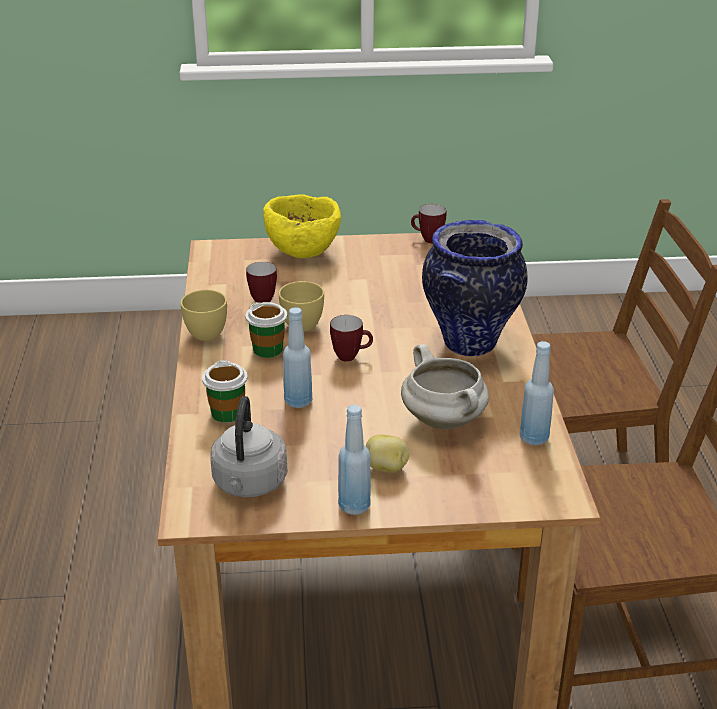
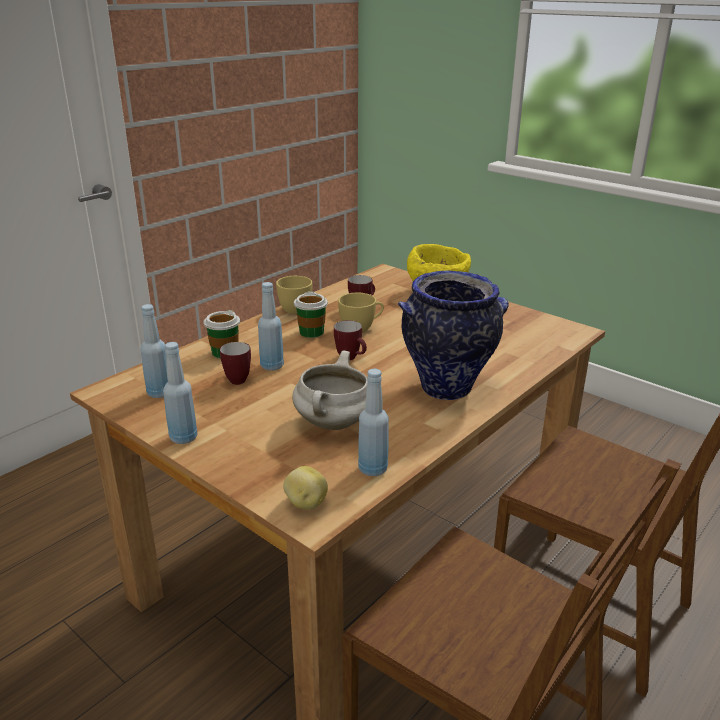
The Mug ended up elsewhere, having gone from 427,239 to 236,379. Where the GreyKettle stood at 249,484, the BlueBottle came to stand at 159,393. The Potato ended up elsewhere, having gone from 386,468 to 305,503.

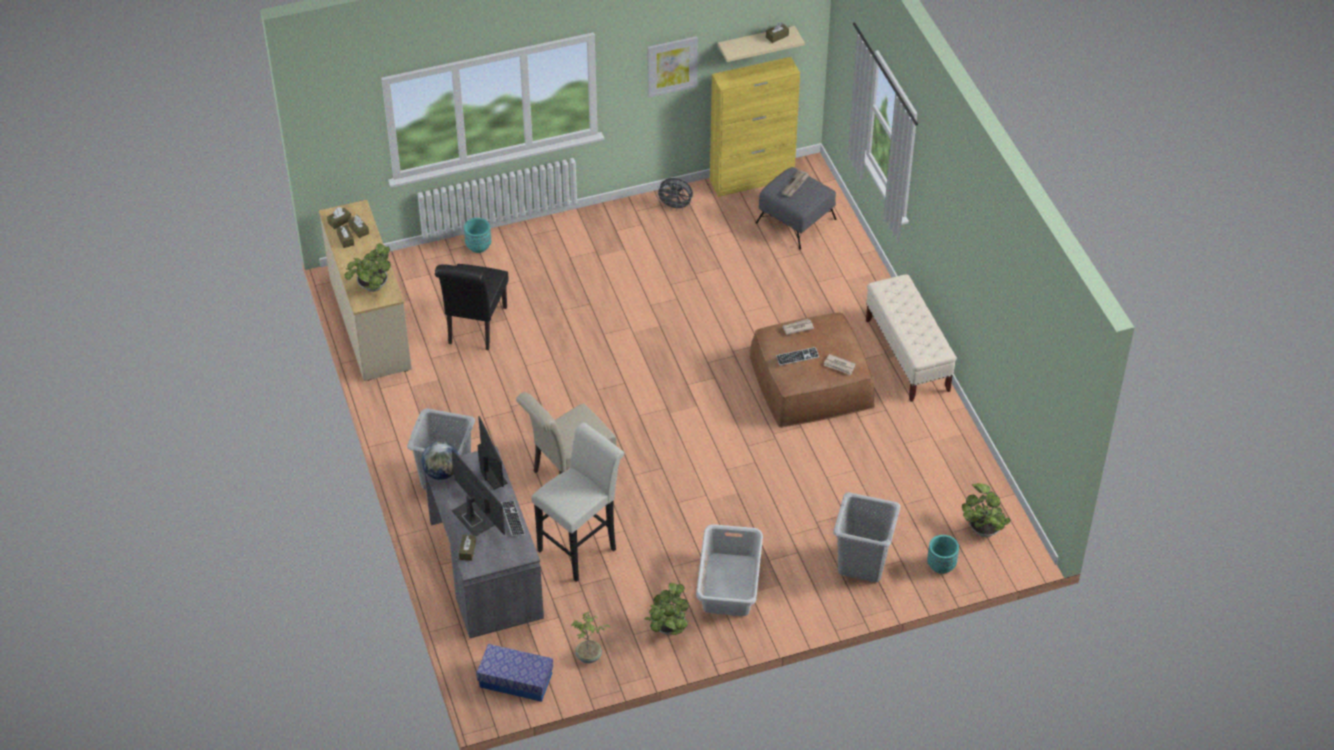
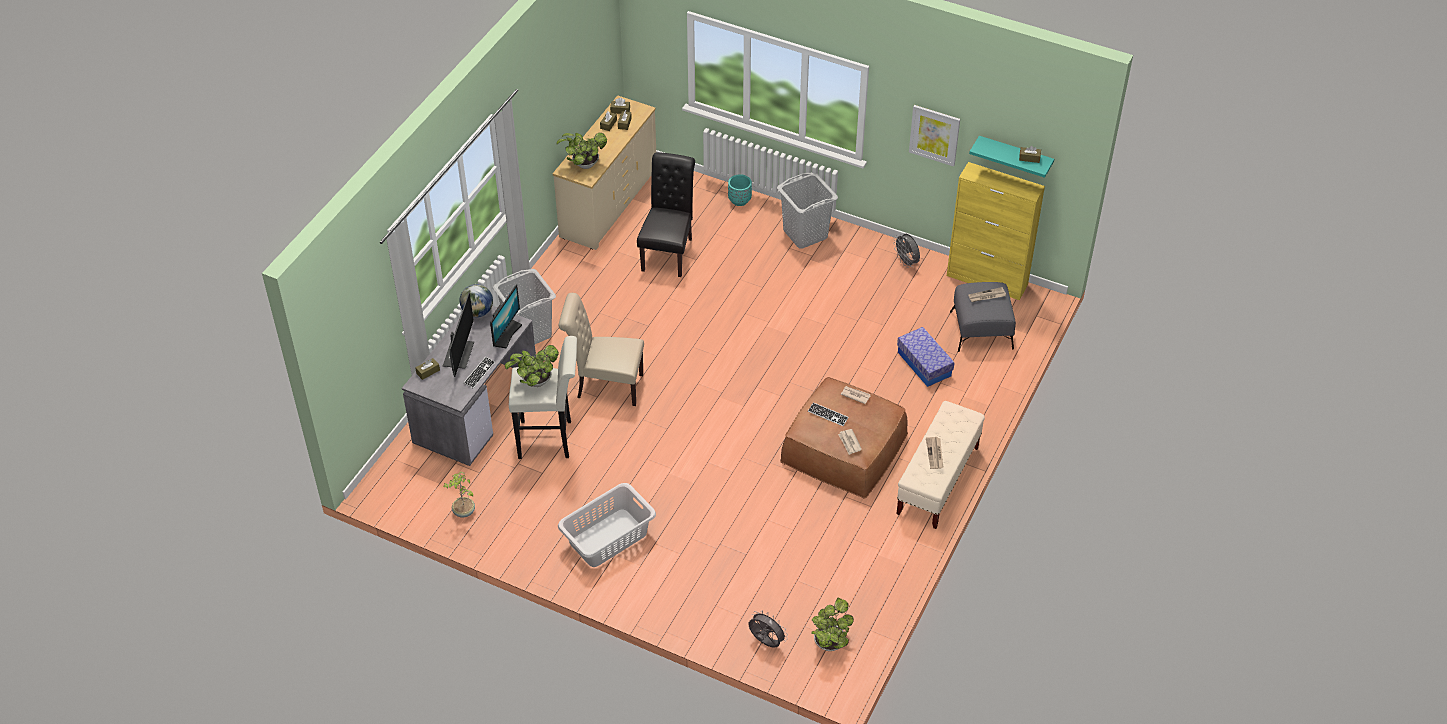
What was the BeigeShelf at 756,44 turned into the TurquoiseShelf at 1015,157. The BlackChair at 475,328 ended up facing another way, 135 degrees clockwise from before. The GreyLaundryBasket ended up elsewhere, having gone from 862,563 to 805,234. Where the TurquoisePlanter stood at 941,565, the GreyFan came to stand at 765,642. The PottedPlant ended up elsewhere, having gone from 667,629 to 535,382. The StorageBox ended up elsewhere, having gone from 515,680 to 924,364. The second view gained the Newspaper at 935,454.

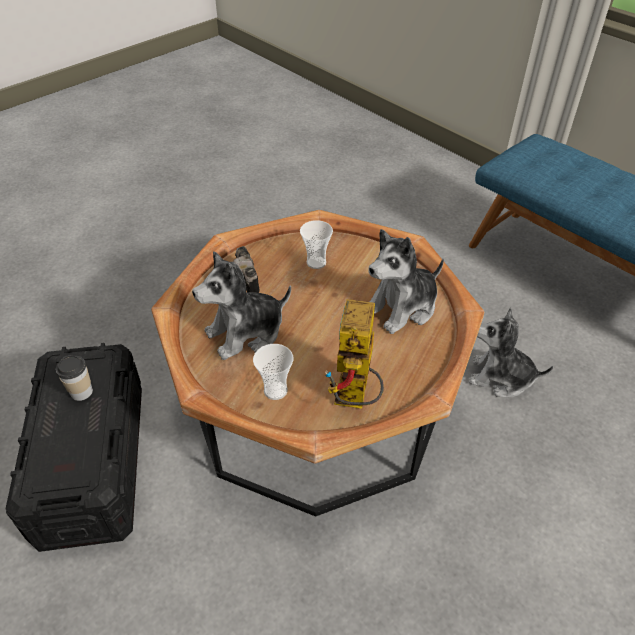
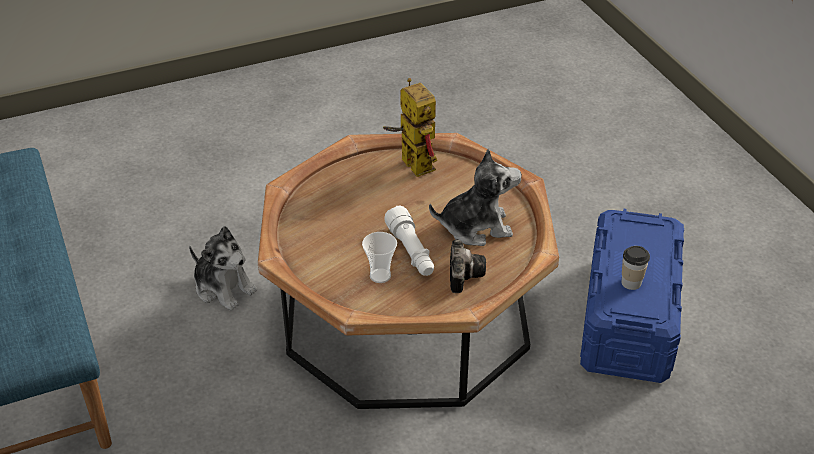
The second view lost the PlushToy at 402,307. The ToyRobot at 354,400 ended up facing another way, 60 degrees counterclockwise from before. What was the BlackStorageBox at 92,462 turned into the BlueStorageBox at 629,317. The second view lost the Cup at 275,390. The second view gained the WhiteFlashlight at 411,252.

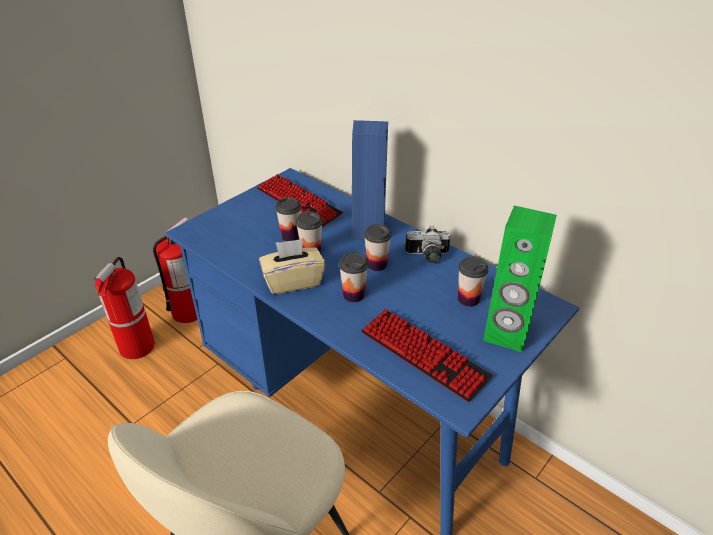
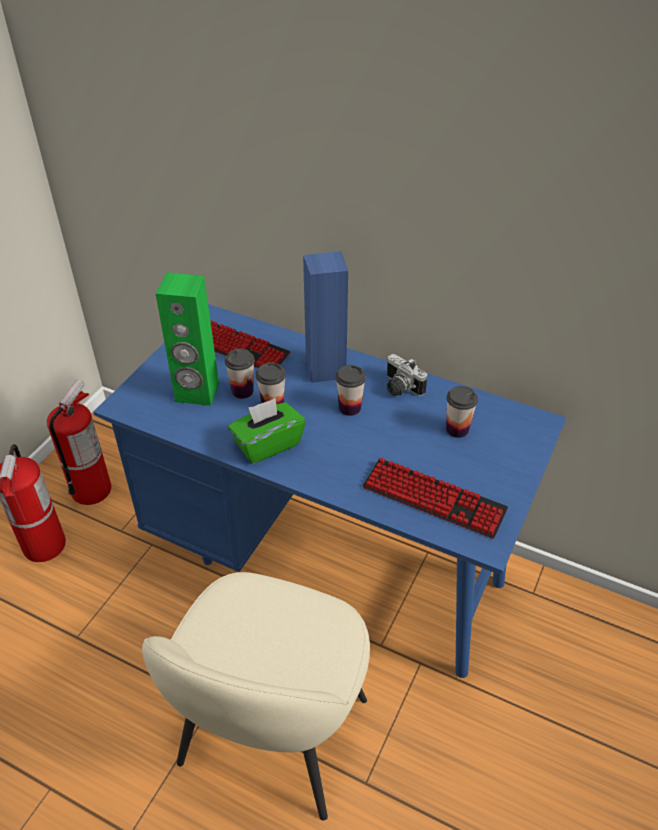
The GreenSpeaker ended up elsewhere, having gone from 506,335 to 197,393. The PhotoCamera at 427,256 ended up facing another way, 60 degrees clockwise from before. What was the BeigeTissueBox at 293,281 turned into the GreenTissueBox at 267,444. The second view lost the Cup at 353,295.

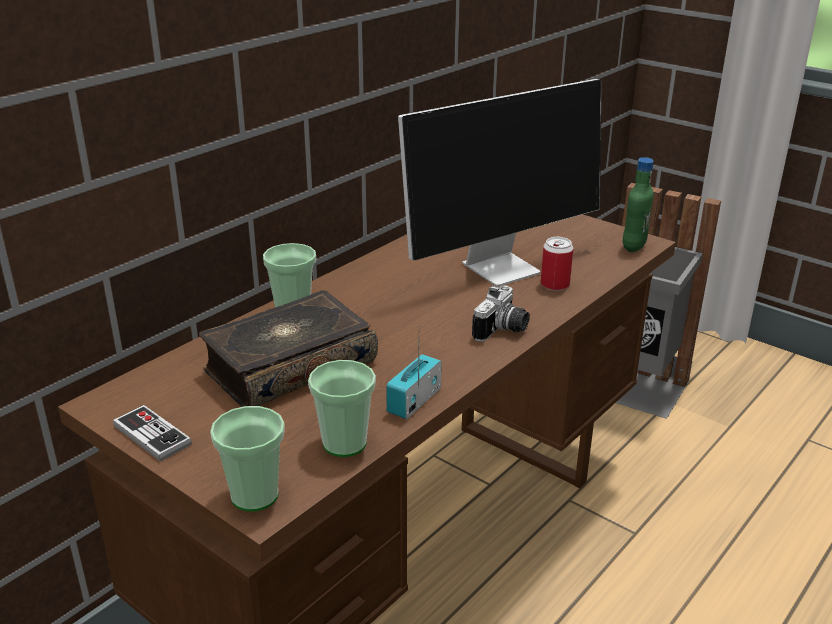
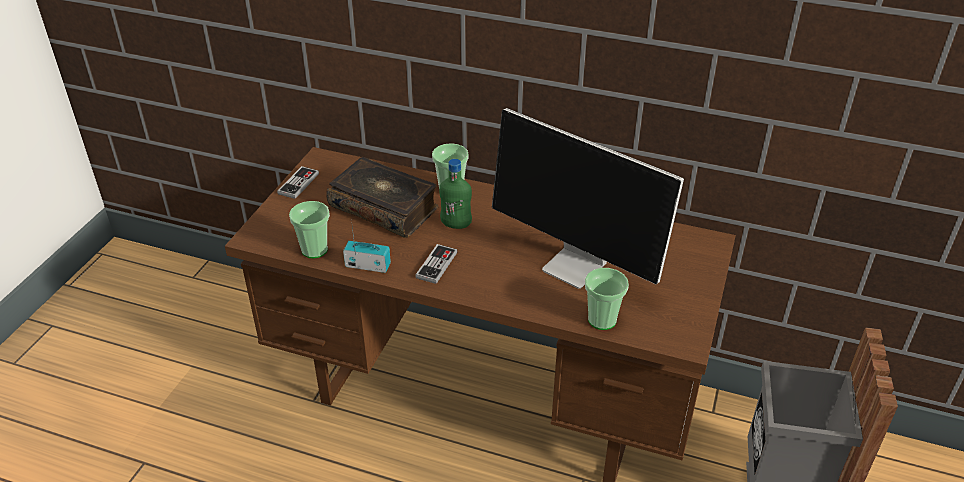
The GreenBottle ended up elsewhere, having gone from 633,247 to 456,225. The second view lost the Can at 555,285. The second view lost the PhotoCamera at 503,330. The Cup ended up elsewhere, having gone from 254,495 to 602,320. The second view gained the GameController at 436,265.

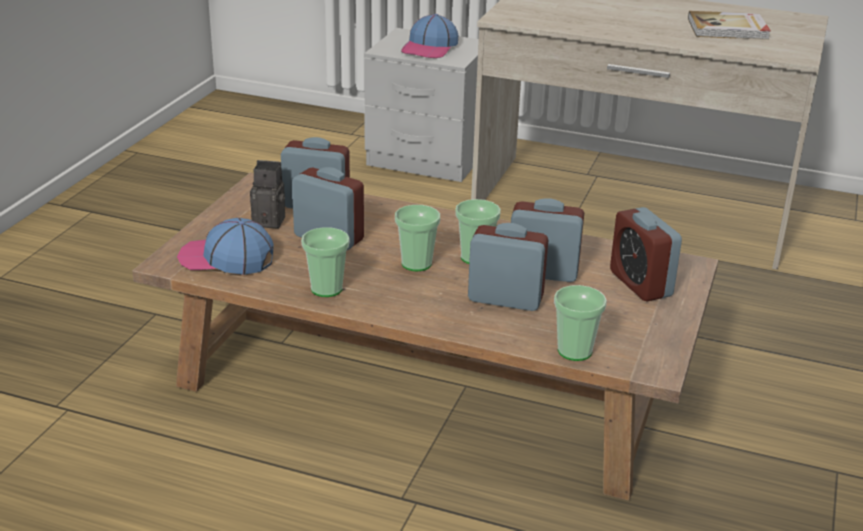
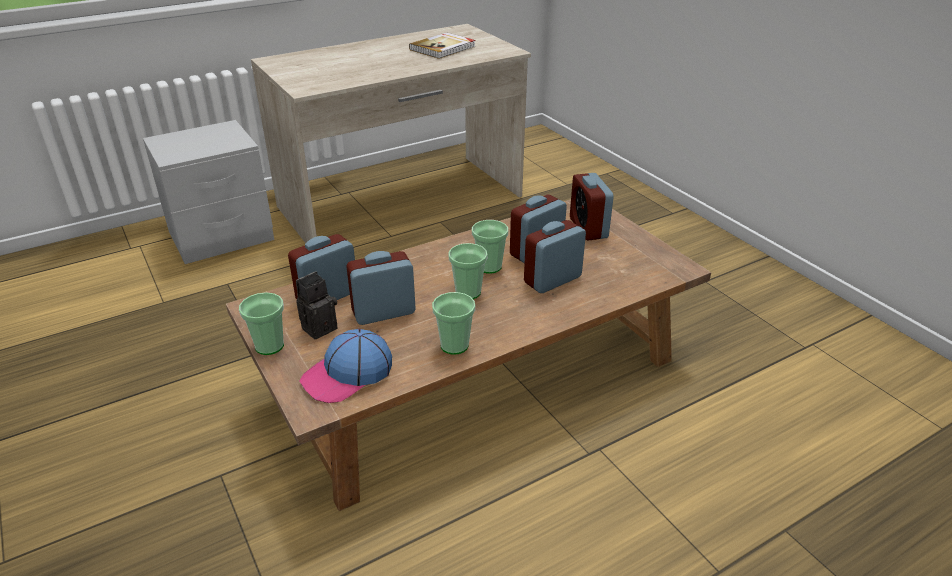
The second view lost the Cap at 430,48. The AlarmClock at 640,284 ended up facing another way, 60 degrees clockwise from before. The Cup ended up elsewhere, having gone from 574,351 to 269,346.

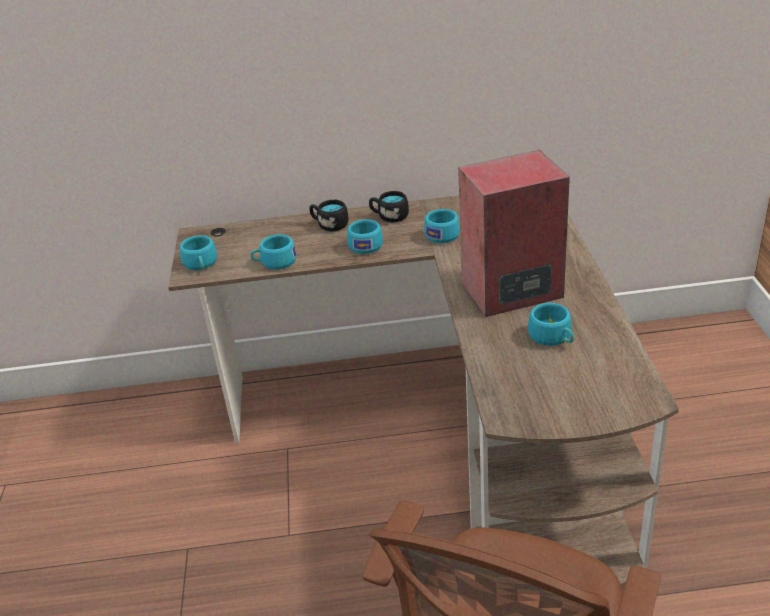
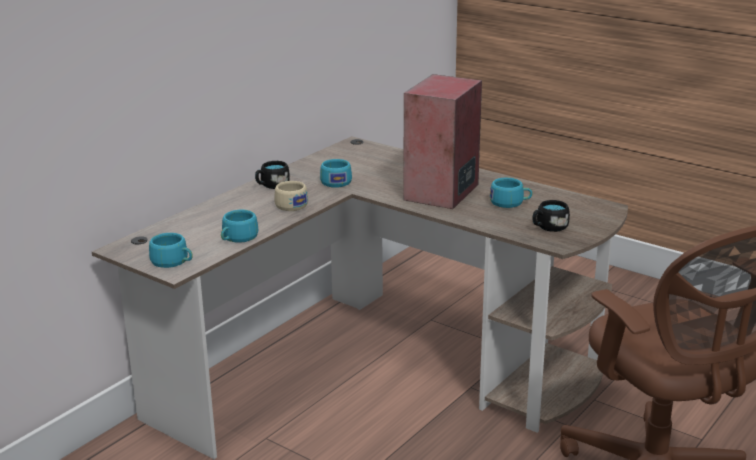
The BlackMug ended up elsewhere, having gone from 329,225 to 548,227. What was the TurquoiseCup at 366,244 turned into the BeigeCup at 289,205.

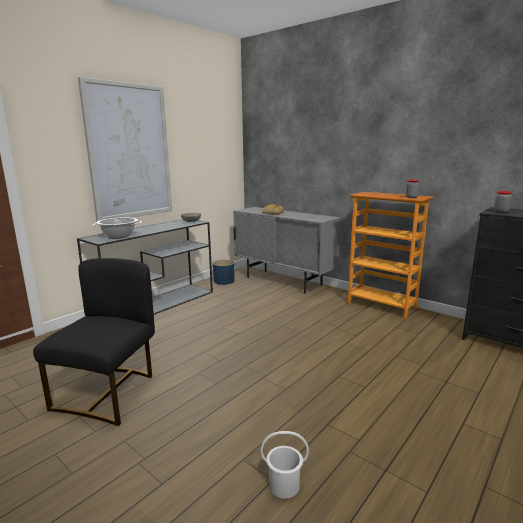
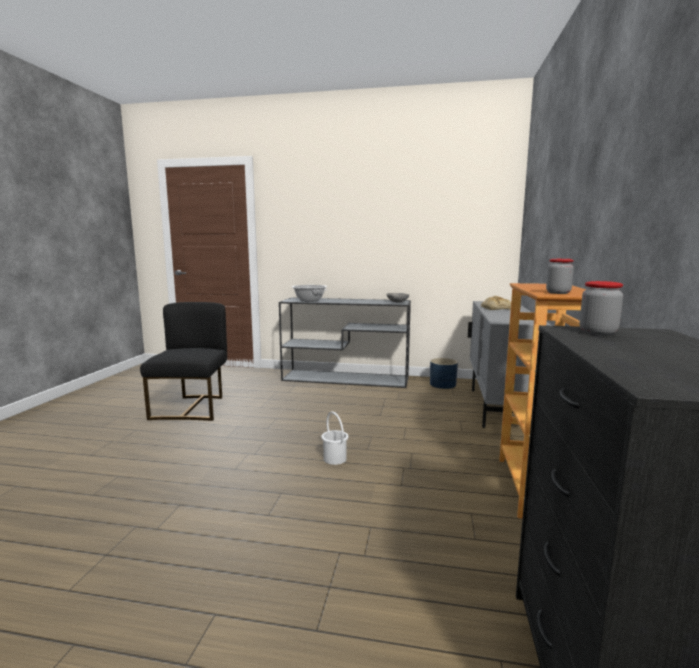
The second view lost the Picture at 129,152. The BlackChair at 109,393 ended up facing another way, 75 degrees counterclockwise from before. The WhiteBucket ended up elsewhere, having gone from 284,485 to 335,458.

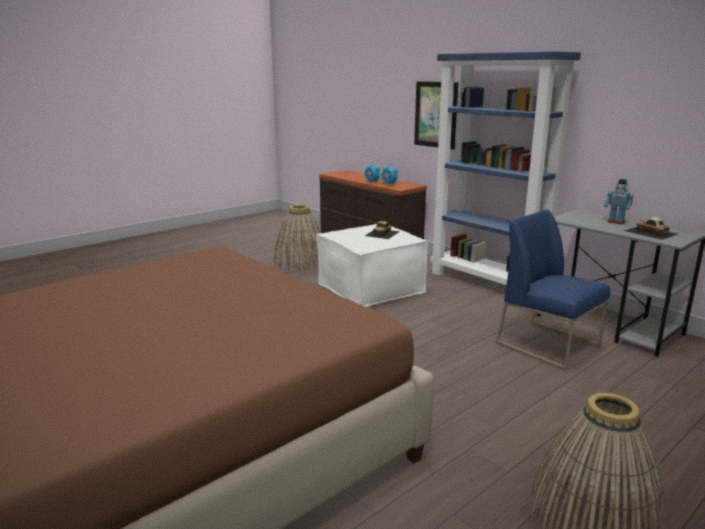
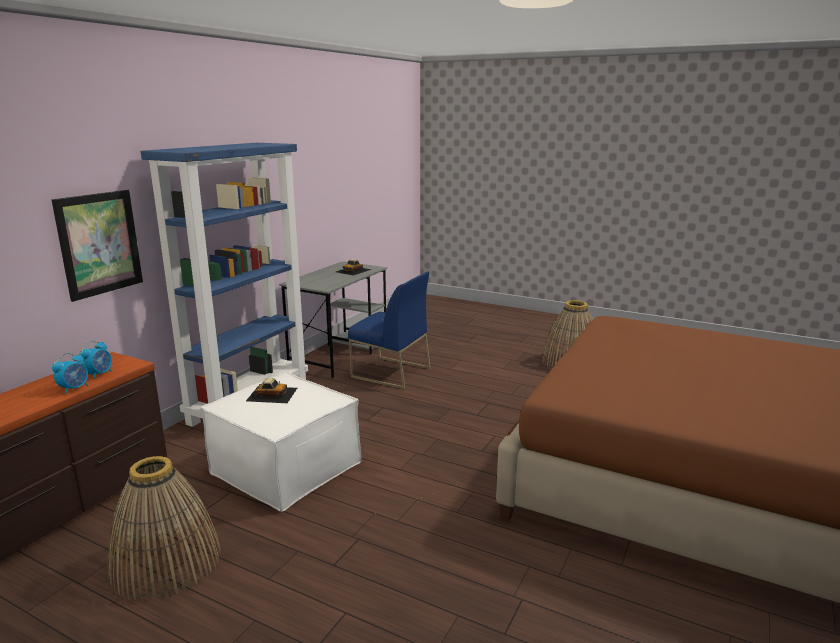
The second view lost the ToyRobot at 615,222. The BlueChair at 548,345 ended up facing another way, 90 degrees counterclockwise from before.

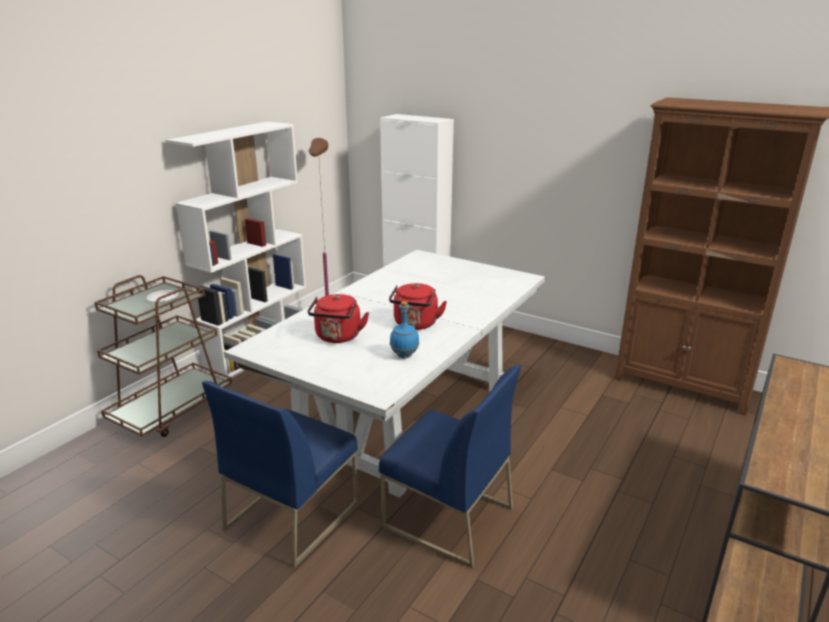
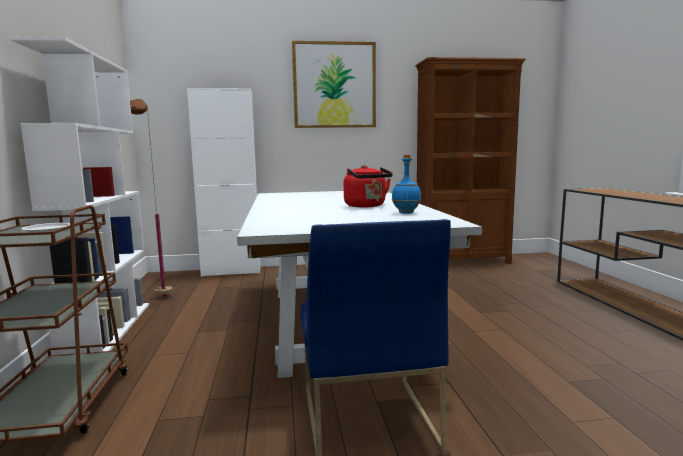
The second view lost the RedKettle at 337,337. The second view lost the BlueChair at 447,517. The second view gained the Picture at 334,85.

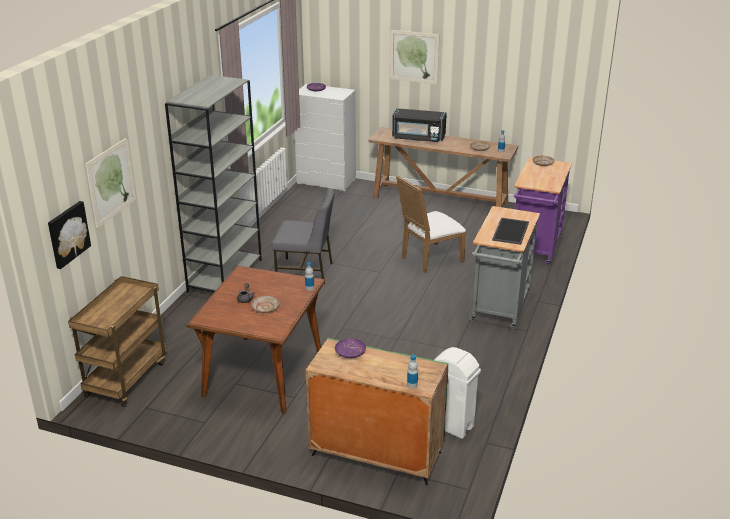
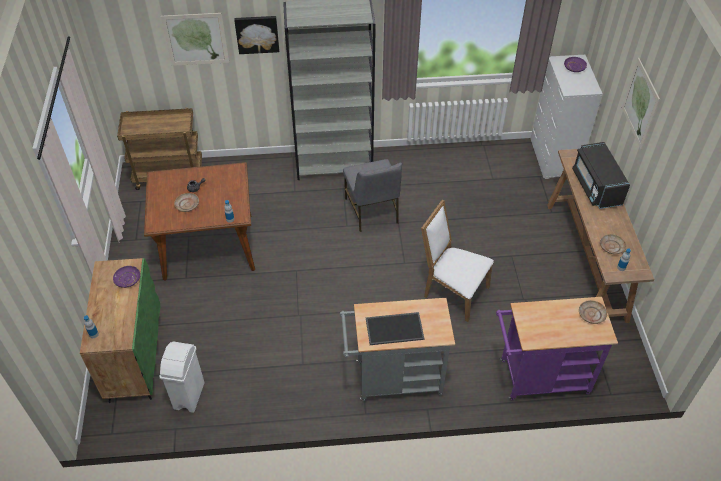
The Picture ended up elsewhere, having gone from 67,234 to 257,34.

